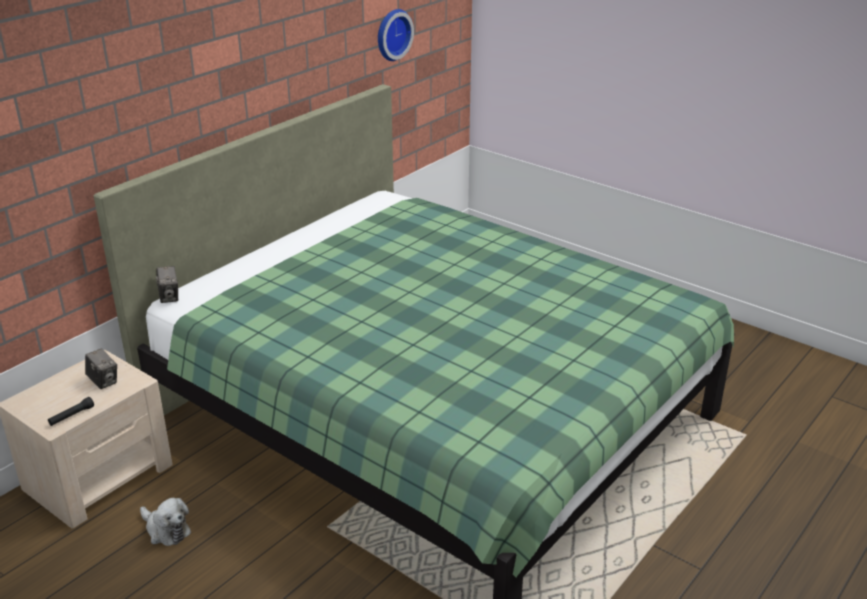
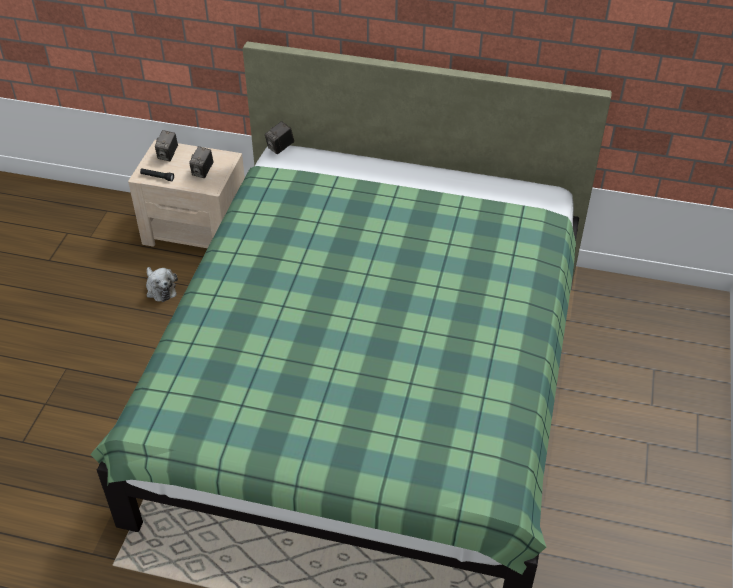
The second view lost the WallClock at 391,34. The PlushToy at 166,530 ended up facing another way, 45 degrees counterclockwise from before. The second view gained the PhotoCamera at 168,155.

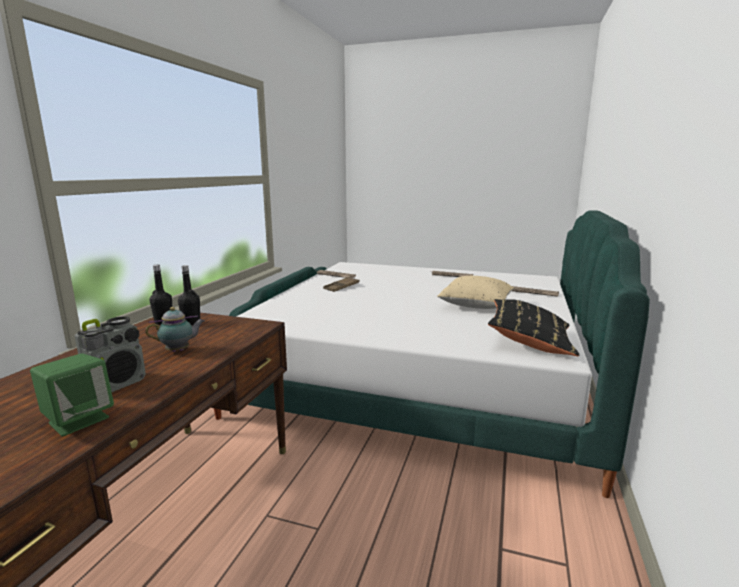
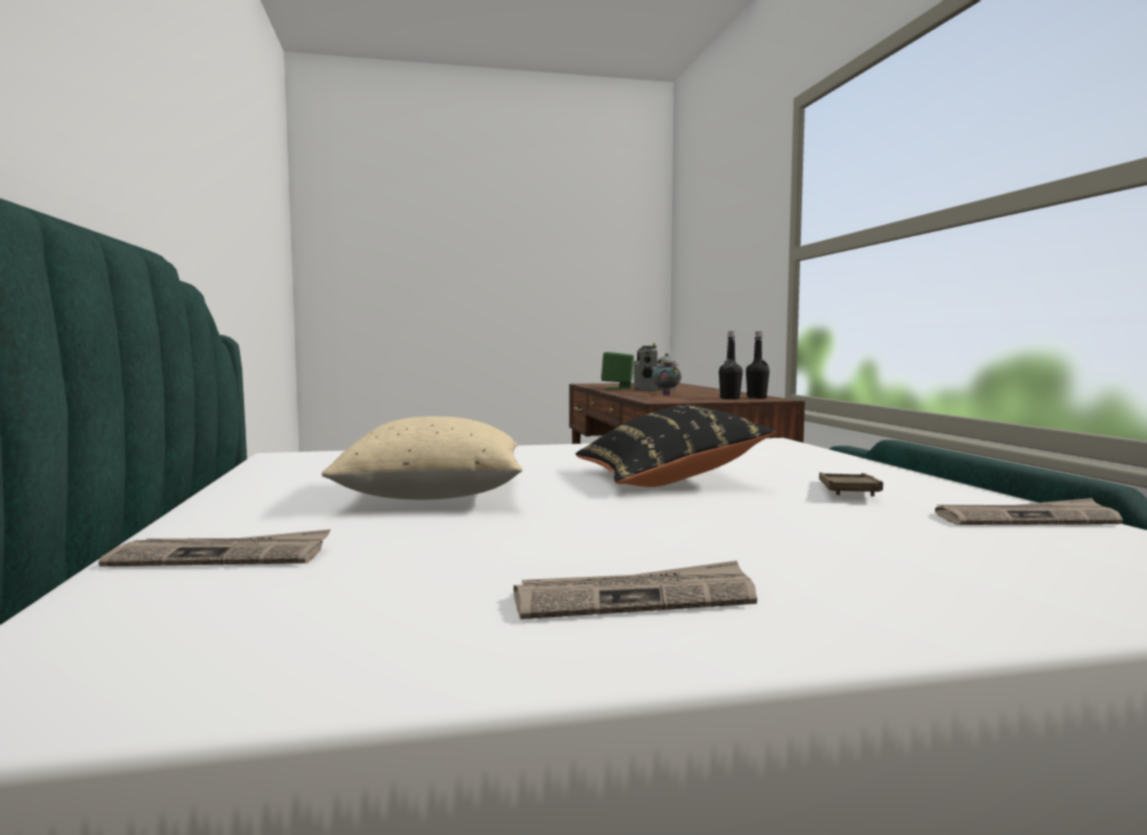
The BlackPillow ended up elsewhere, having gone from 529,342 to 667,478. The Teapot at 179,350 ended up facing another way, 120 degrees clockwise from before.

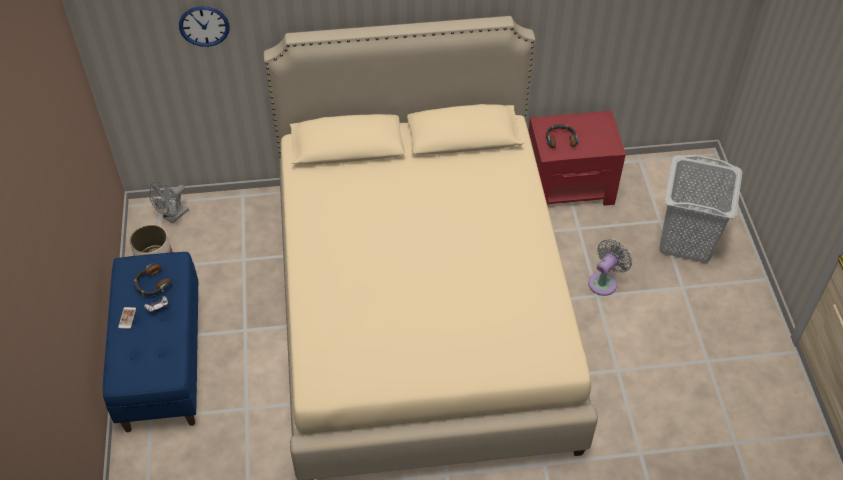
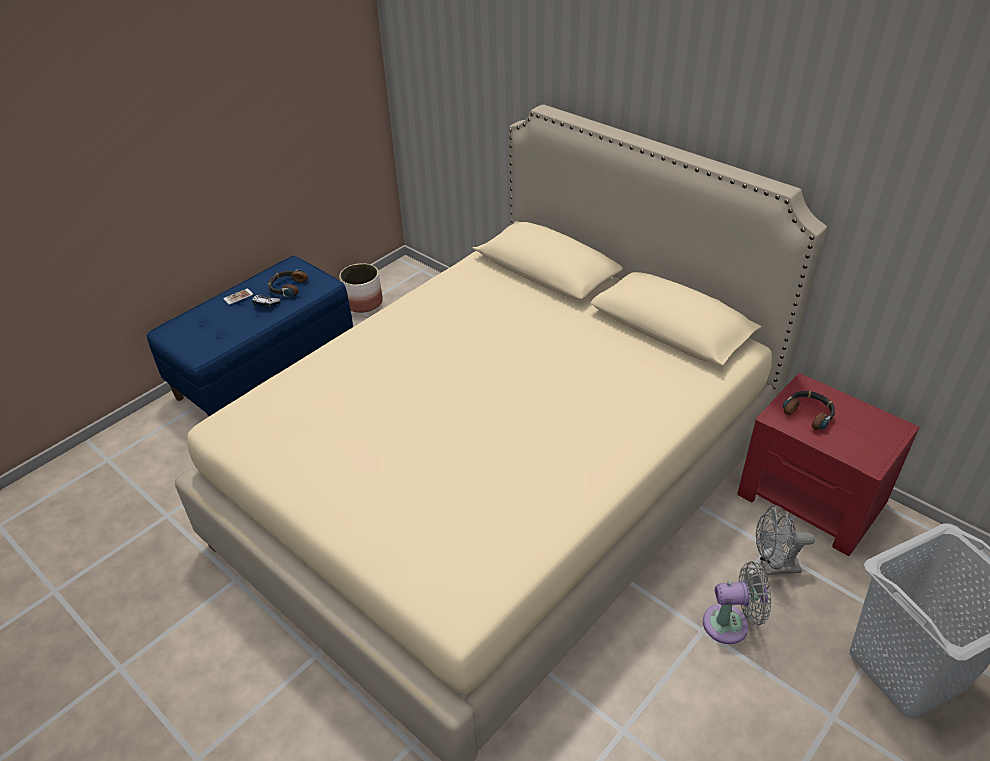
The second view lost the WallClock at 204,26. The GreyFan ended up elsewhere, having gone from 173,216 to 773,567.

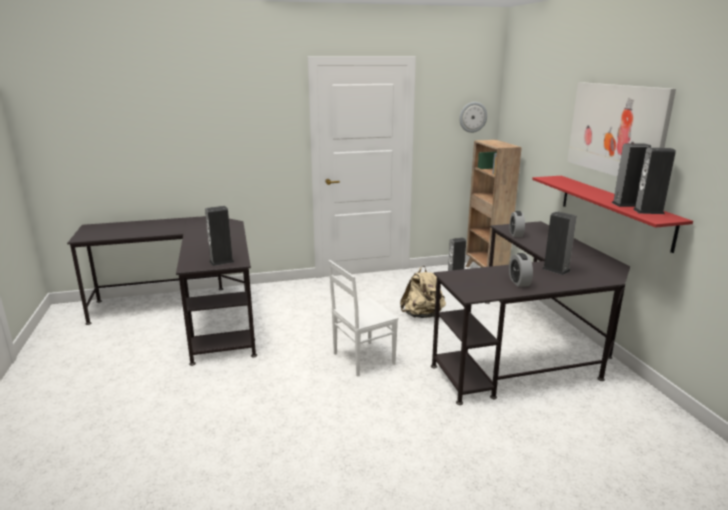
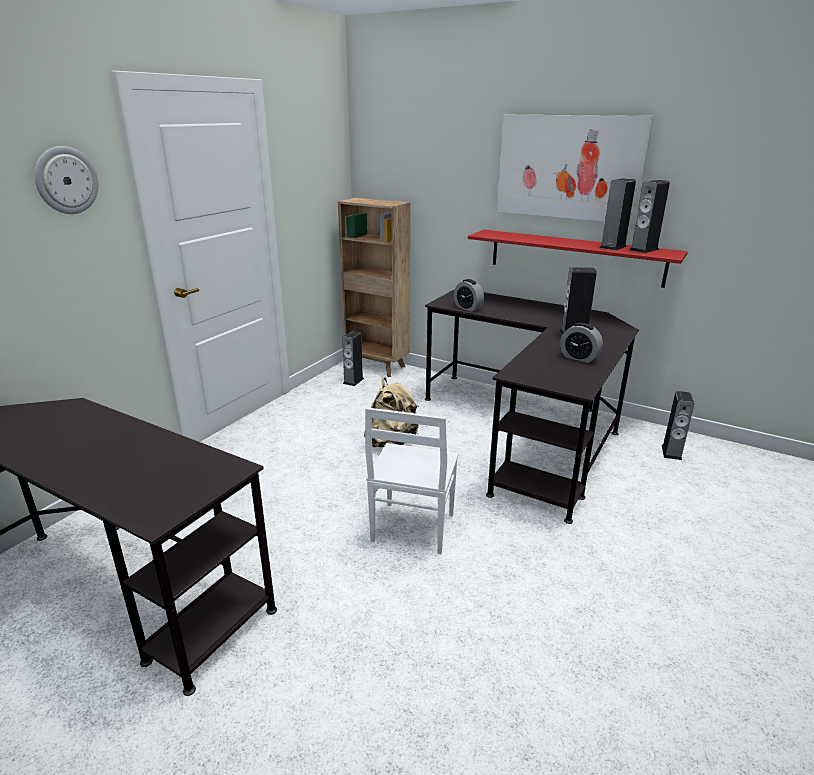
The WallClock ended up elsewhere, having gone from 472,117 to 66,180. The Speaker ended up elsewhere, having gone from 221,261 to 671,452.

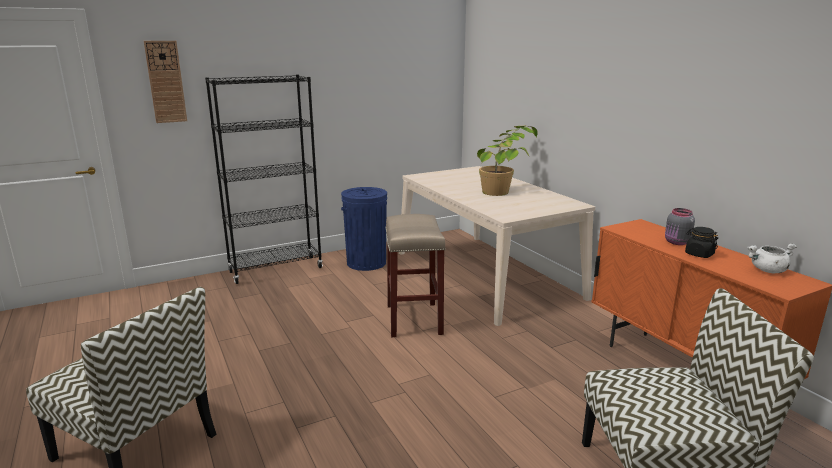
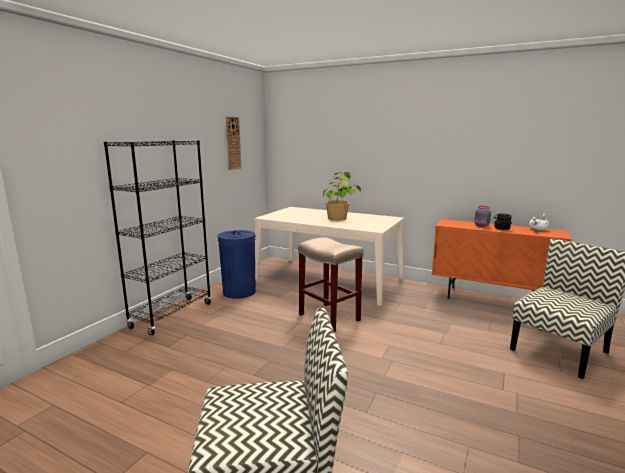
The WallClock ended up elsewhere, having gone from 166,82 to 233,143.

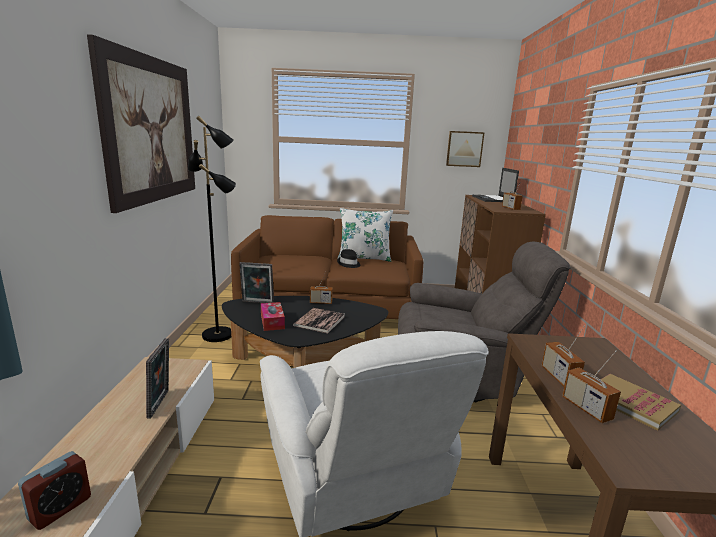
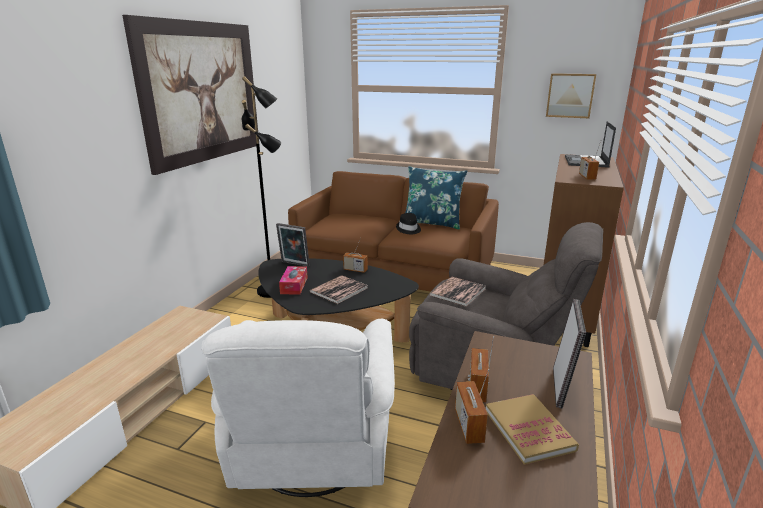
What was the WhitePillow at 364,258 turned into the BluePillow at 432,223. The PictureFrame ended up elsewhere, having gone from 161,404 to 561,388. The second view lost the AlarmClock at 60,508. The second view gained the Book at 458,292.

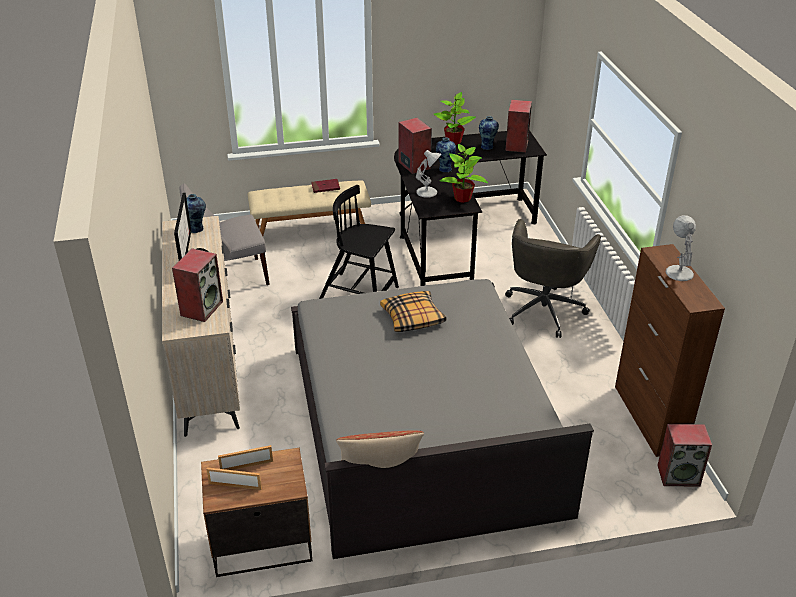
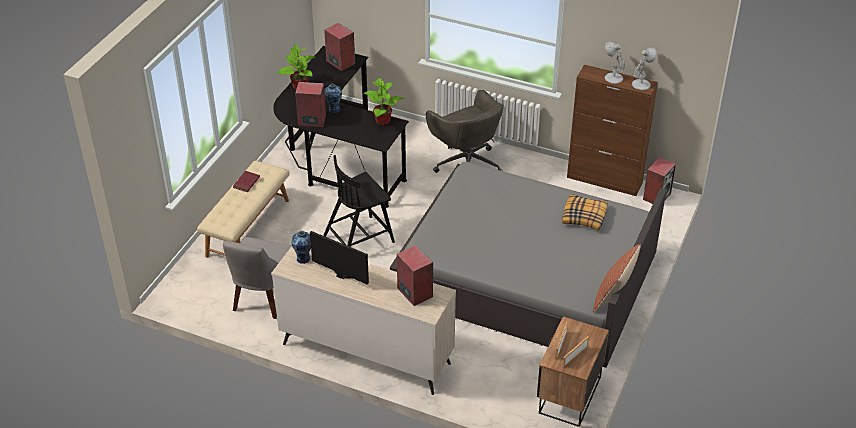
The second view lost the Vase at 487,146. The WhiteTableLamp ended up elsewhere, having gone from 428,192 to 642,84. The Pillow ended up elsewhere, having gone from 412,318 to 584,217.

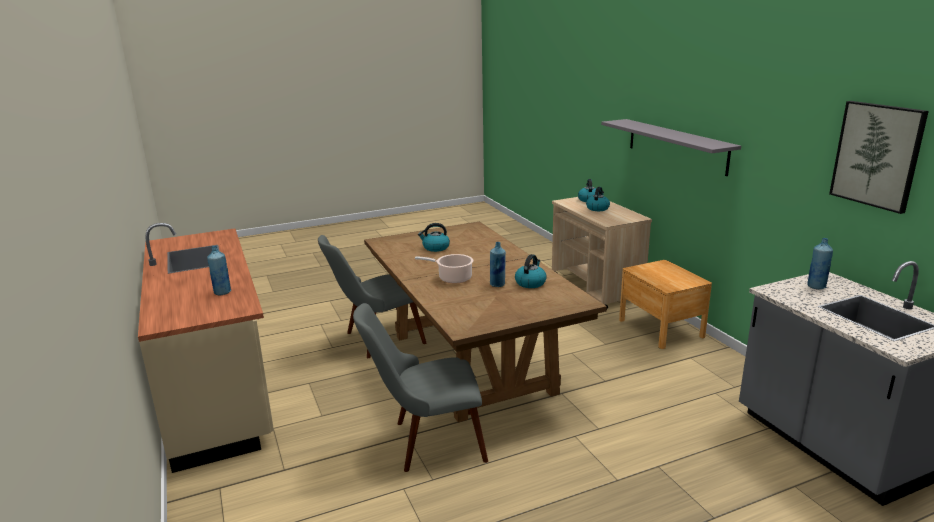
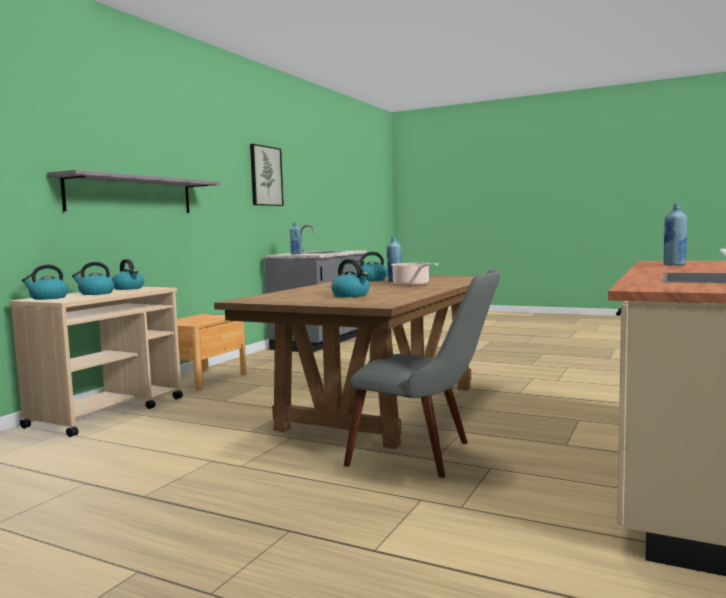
The second view lost the GreyChair at 426,443. The second view gained the Kettle at 129,288.

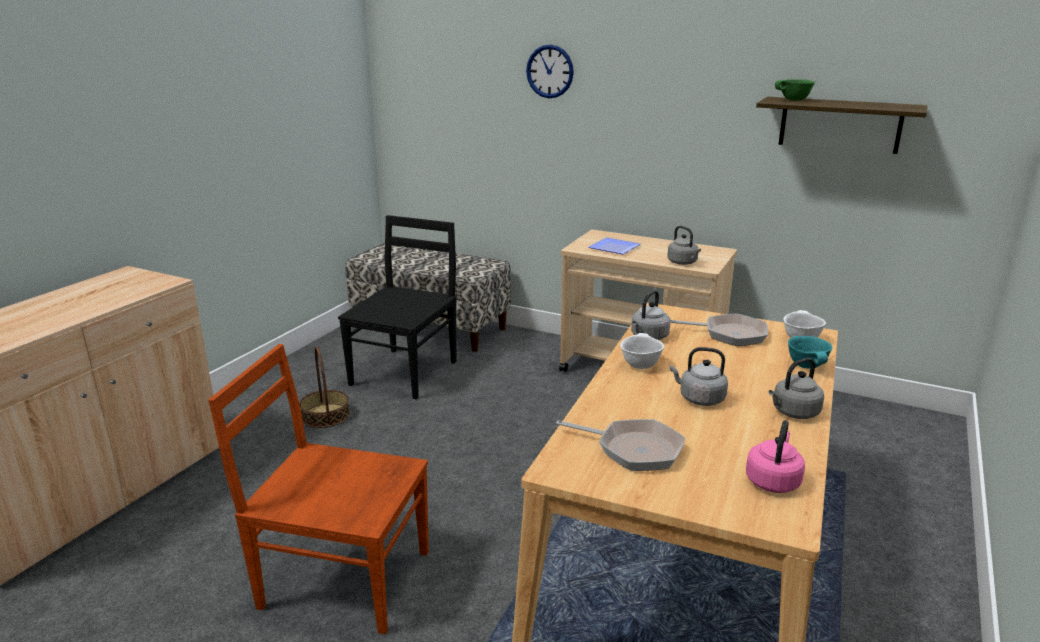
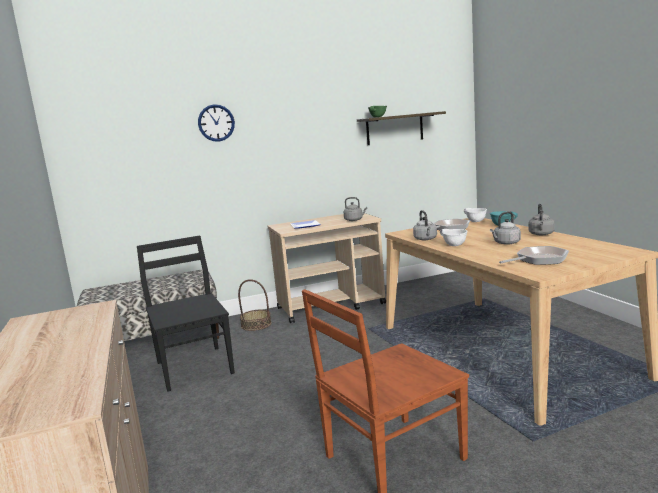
The Basket ended up elsewhere, having gone from 325,415 to 256,325. The second view lost the PinkKettle at 773,480.

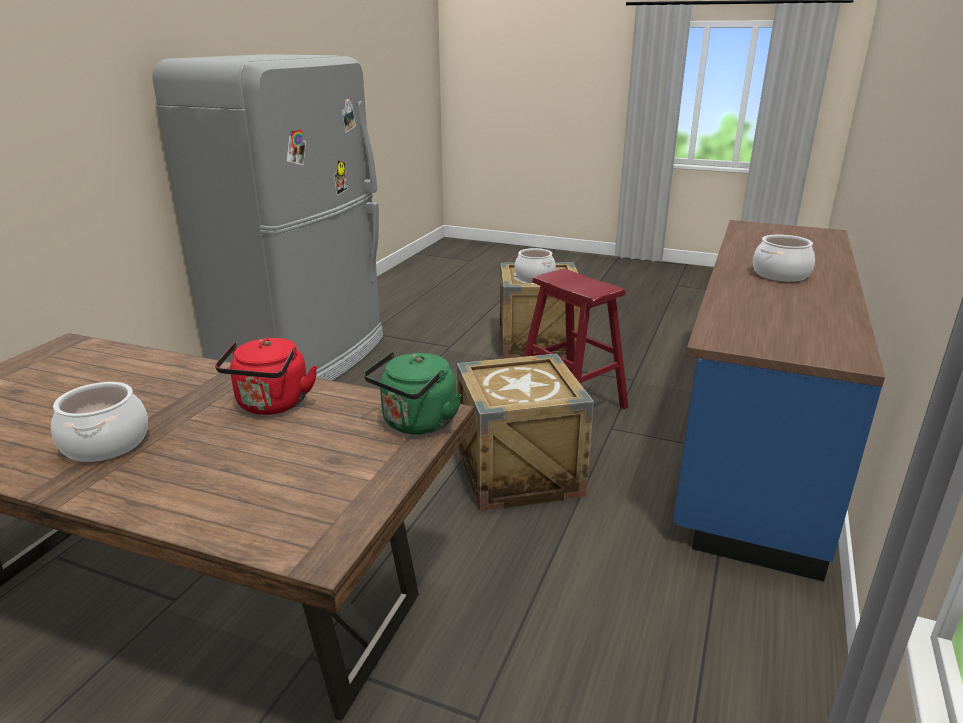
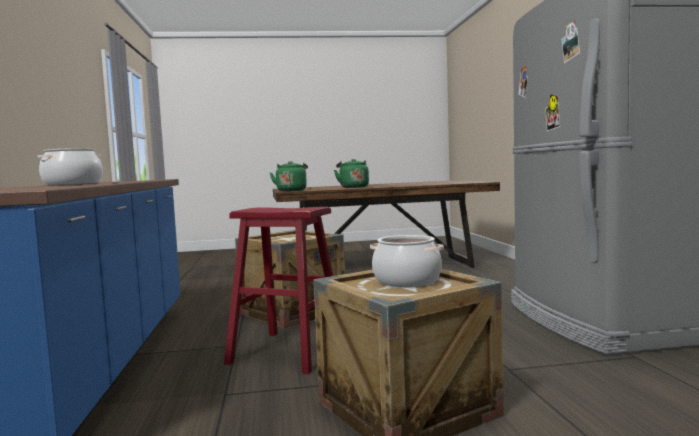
What was the RedKettle at 272,405 turned into the GreenKettle at 353,187. The second view lost the CookingPot at 105,443.

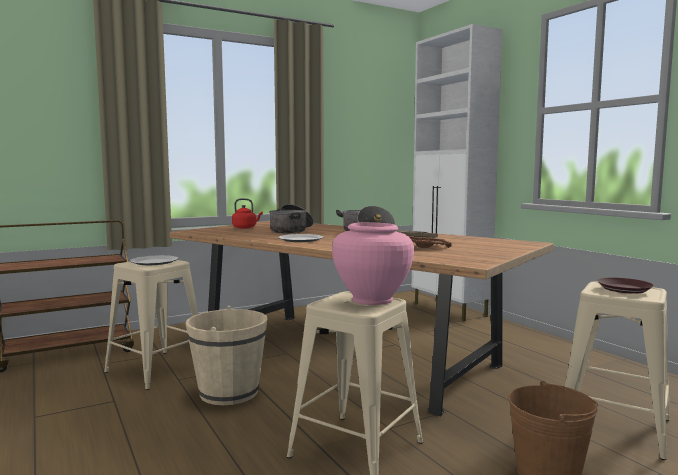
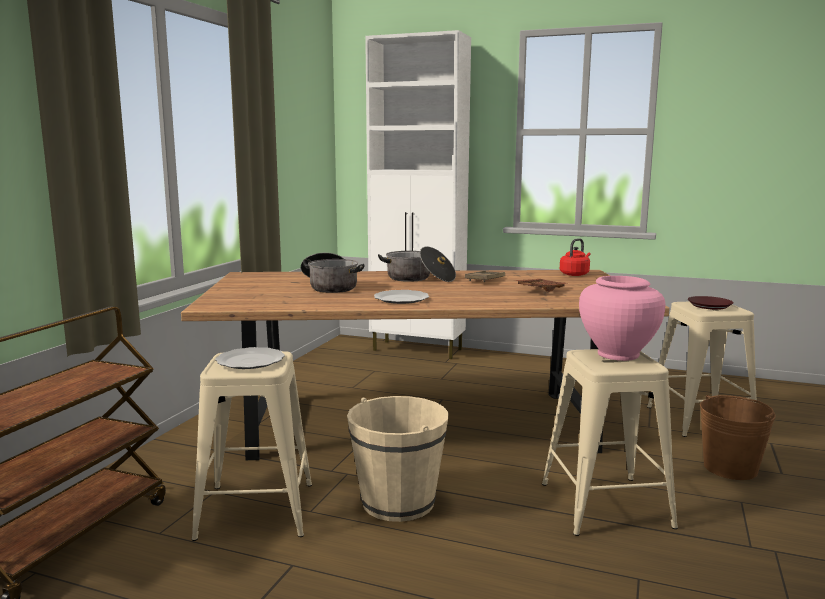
The RedKettle ended up elsewhere, having gone from 245,227 to 575,274.

